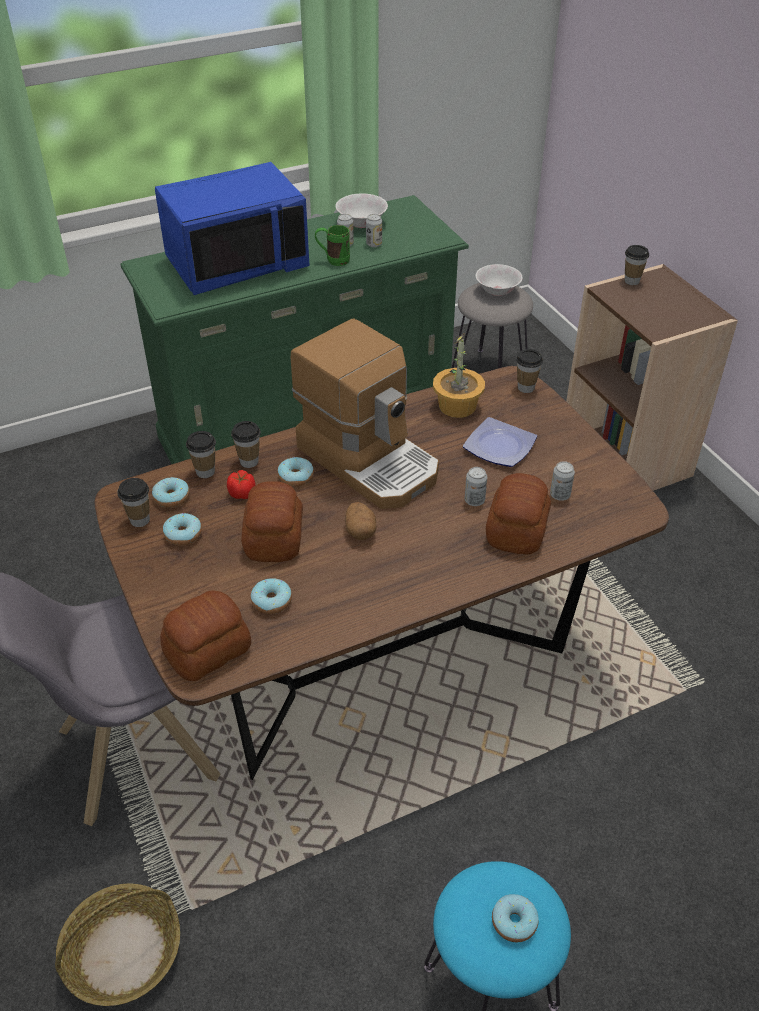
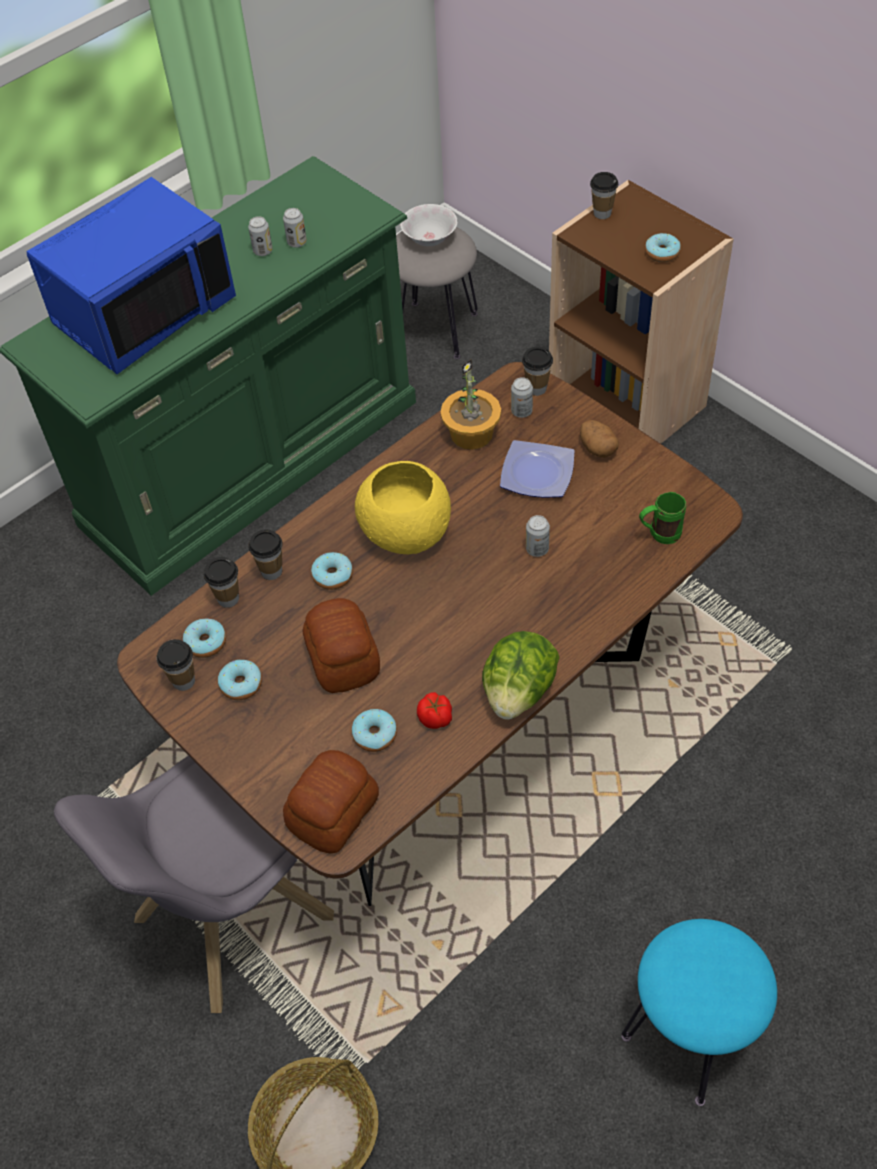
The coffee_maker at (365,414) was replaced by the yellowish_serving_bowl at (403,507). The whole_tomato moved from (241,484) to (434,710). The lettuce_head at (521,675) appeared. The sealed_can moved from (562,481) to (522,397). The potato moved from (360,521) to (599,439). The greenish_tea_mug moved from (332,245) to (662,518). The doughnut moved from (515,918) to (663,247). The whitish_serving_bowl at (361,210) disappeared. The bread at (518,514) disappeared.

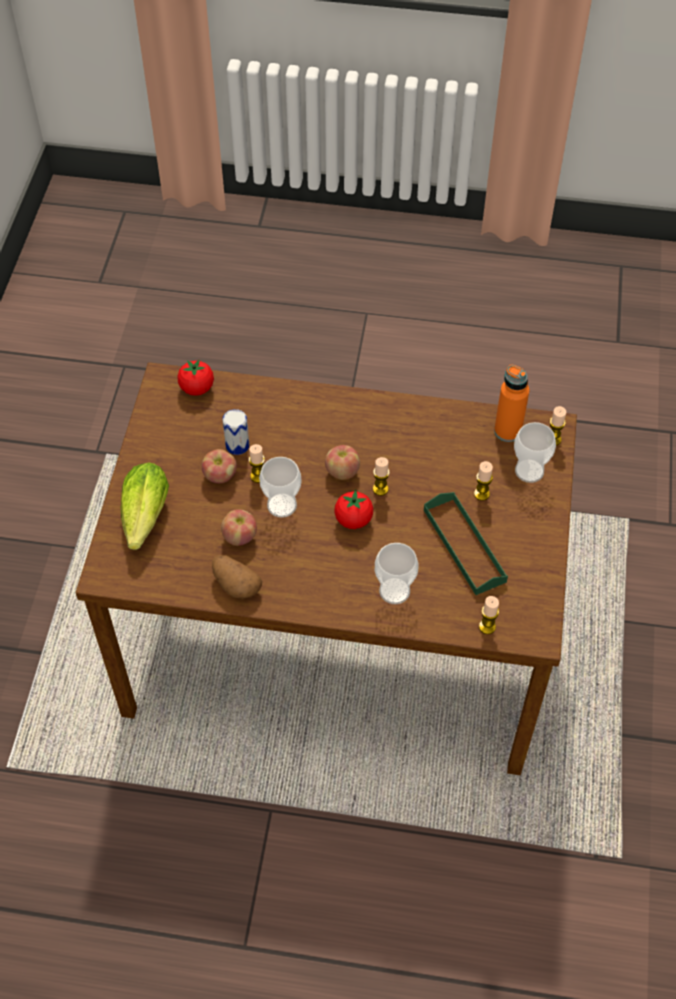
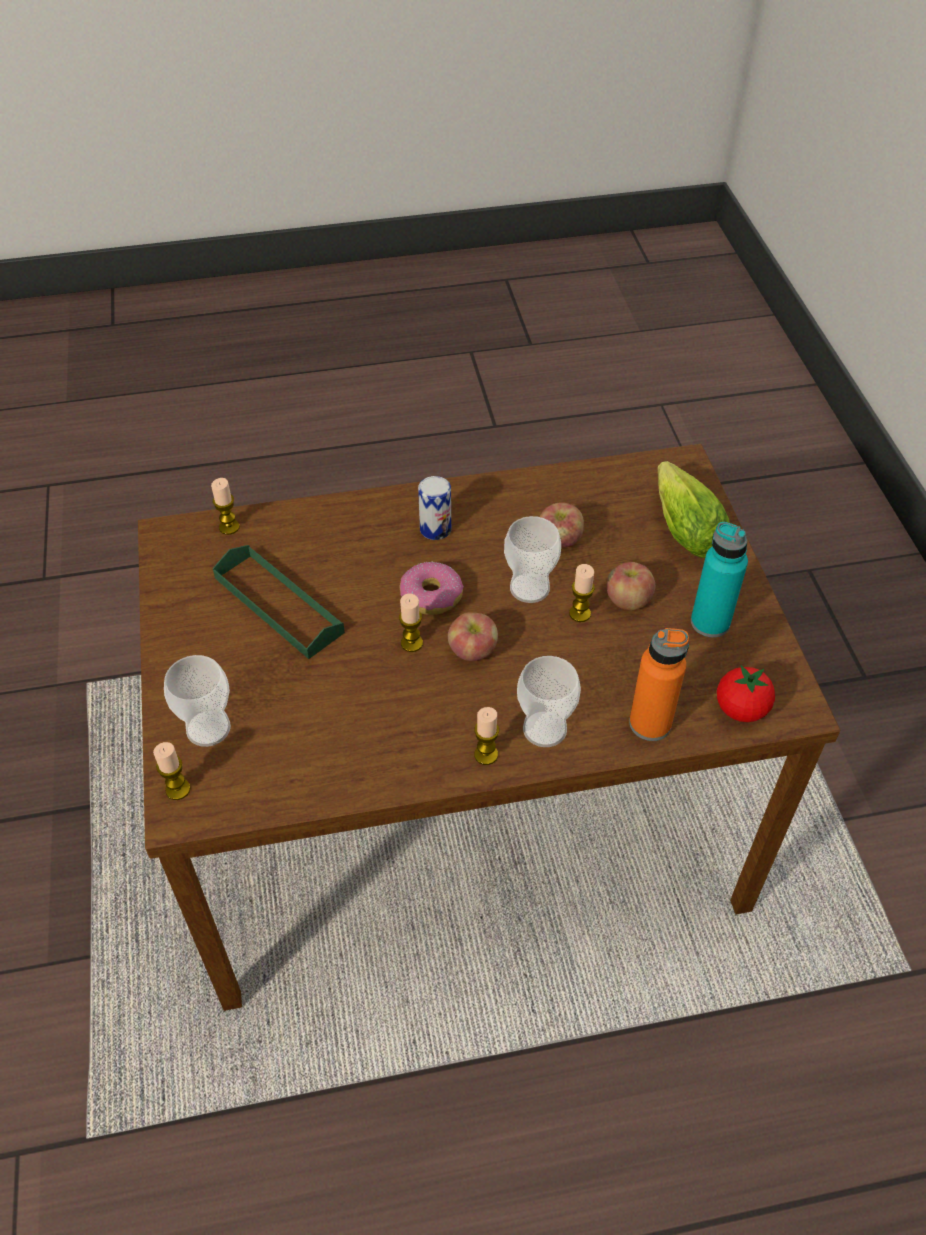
The whole_tomato at (353,509) was replaced by the doughnut at (432,588). The sealed_can moved from (236,432) to (434,508). The candle moved from (483,481) to (486,736). The cup moved from (397,573) to (549,701). The orangey_drink_bottle moved from (511,403) to (659,684). The turquoise_drink_bottle at (719,579) appeared. The potato at (237,577) disappeared.

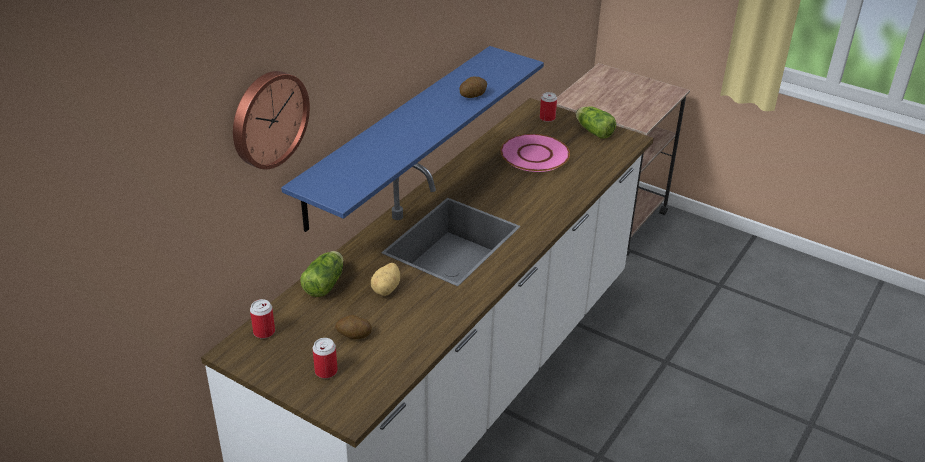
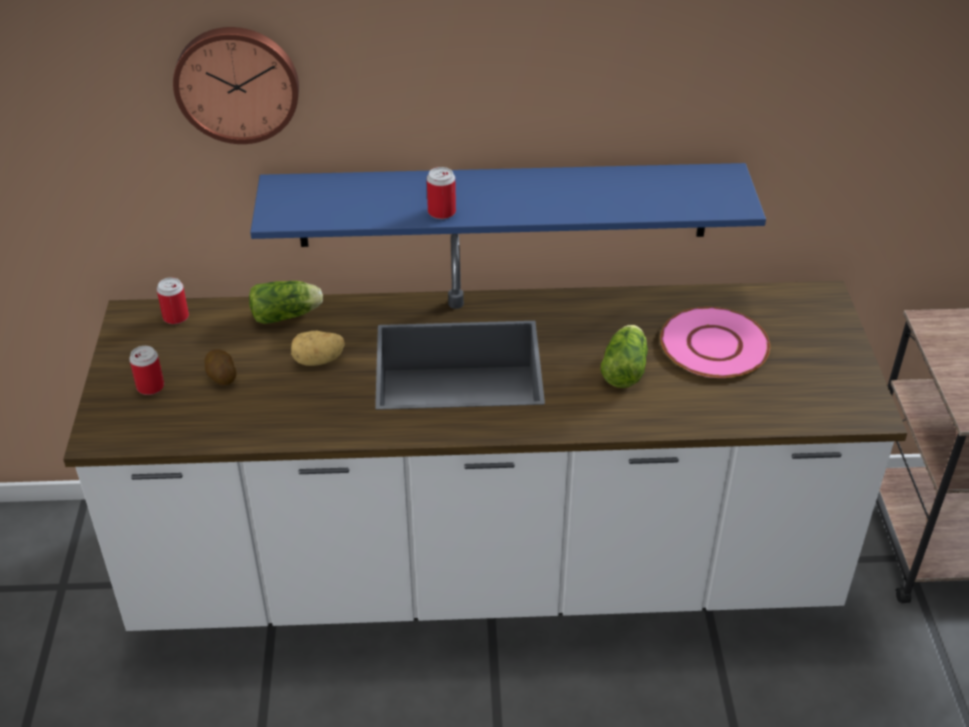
The sealed_can moved from (548,107) to (441,193). The lettuce_head moved from (596,122) to (624,356). The potato at (473,87) disappeared.

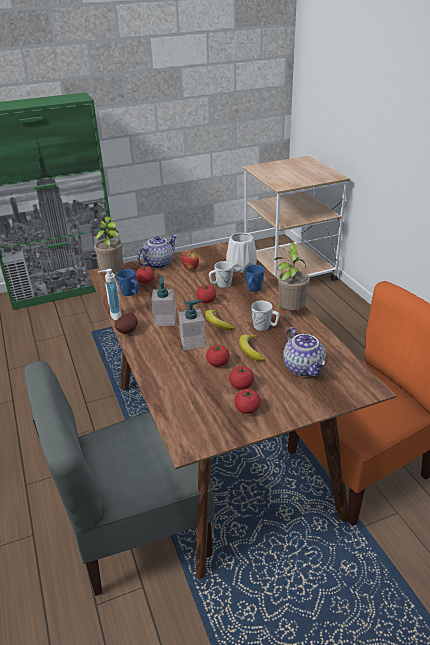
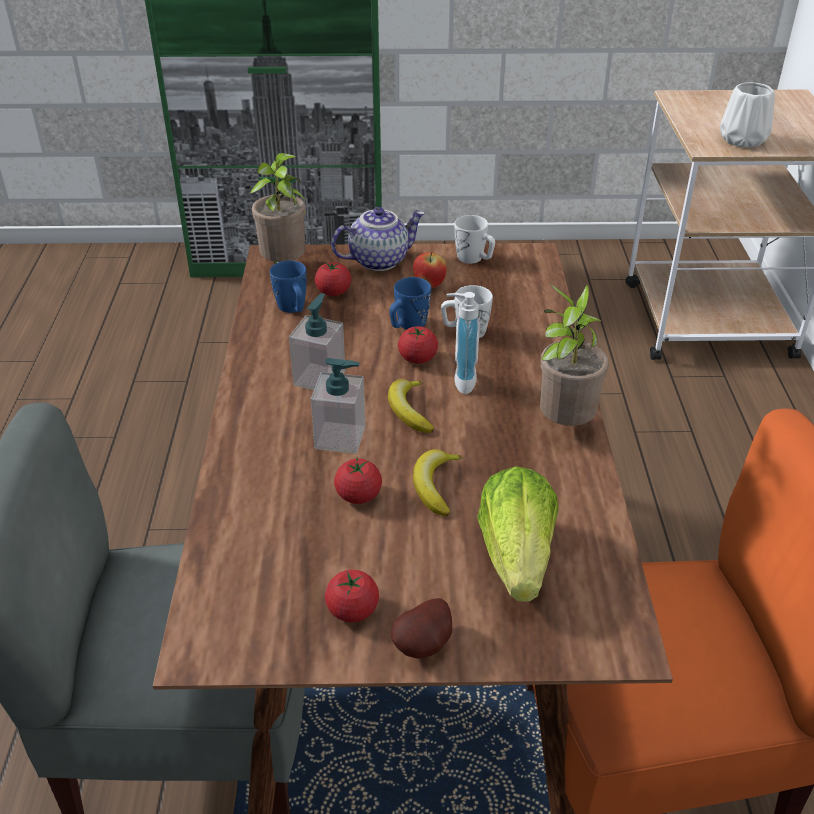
The blue-coloured_tea_mug moved from (254,278) to (410,303). The potato moved from (126,323) to (421,628). The soap_bottle moved from (109,294) to (463,343). The whitish_tea_mug moved from (265,316) to (474,239). The pot_for_tea at (304,352) was replaced by the lettuce_head at (518,534). The whitish_decorative_vase moved from (241,253) to (747,115). The whole_tomato at (241,378) disappeared.

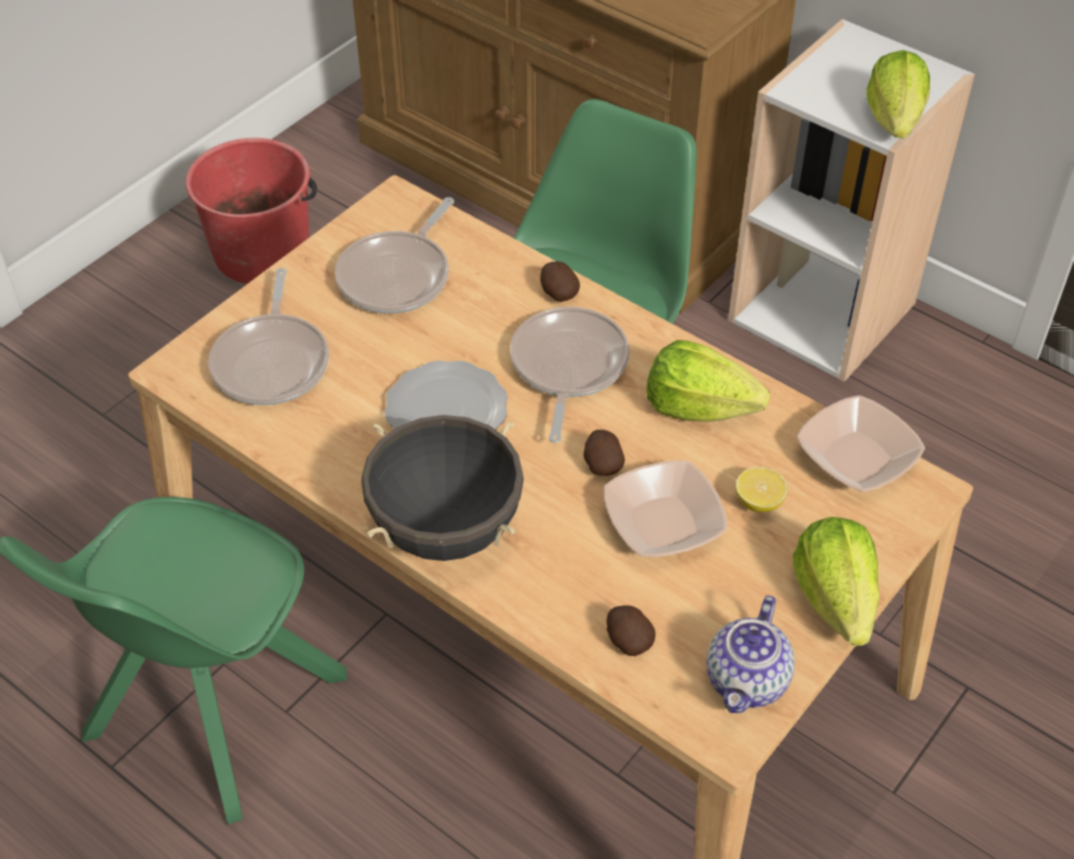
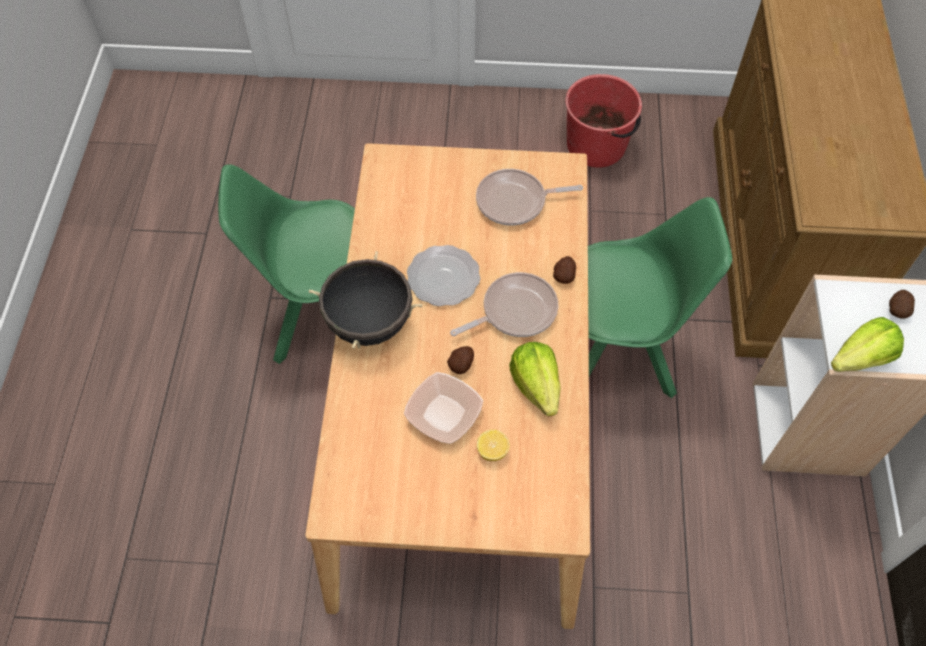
The potato moved from (631,630) to (902,304). The skillet at (268,336) disappeared. The pot_for_tea at (750,654) disappeared. The lettuce_head at (836,581) disappeared. The serving_bowl at (861,443) disappeared.

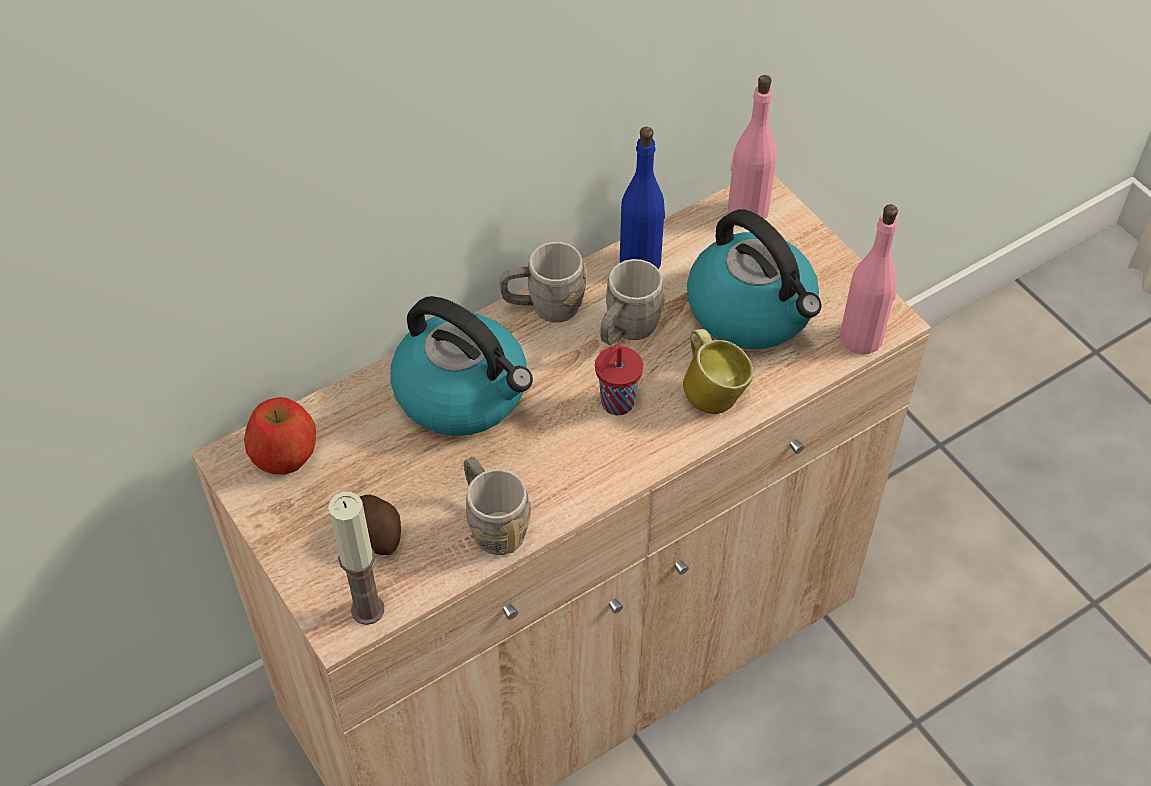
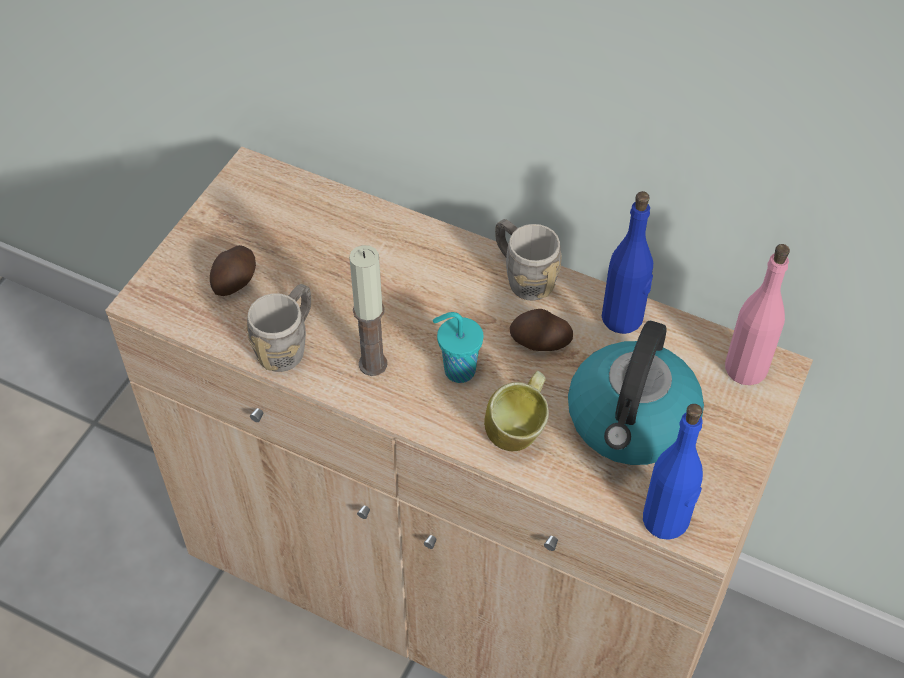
The candle moved from (356,558) to (368,310). The red-coloured_cup at (619,379) became the turquoise_cup at (458,347). The gray_tea_mug at (632,302) was replaced by the potato at (541,330). The pinkish_drink_bottle at (869,279) became the blue-coloured_drink_bottle at (673,472). The whole_apple at (280,435) disappeared. The kettle at (461,366) disappeared.

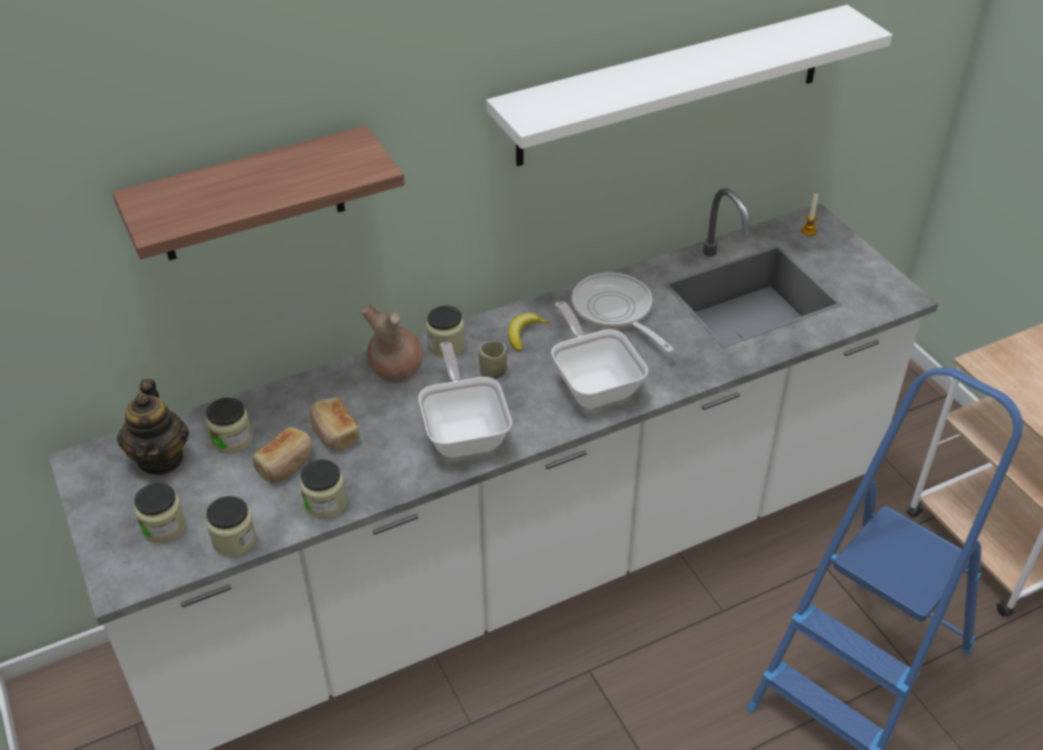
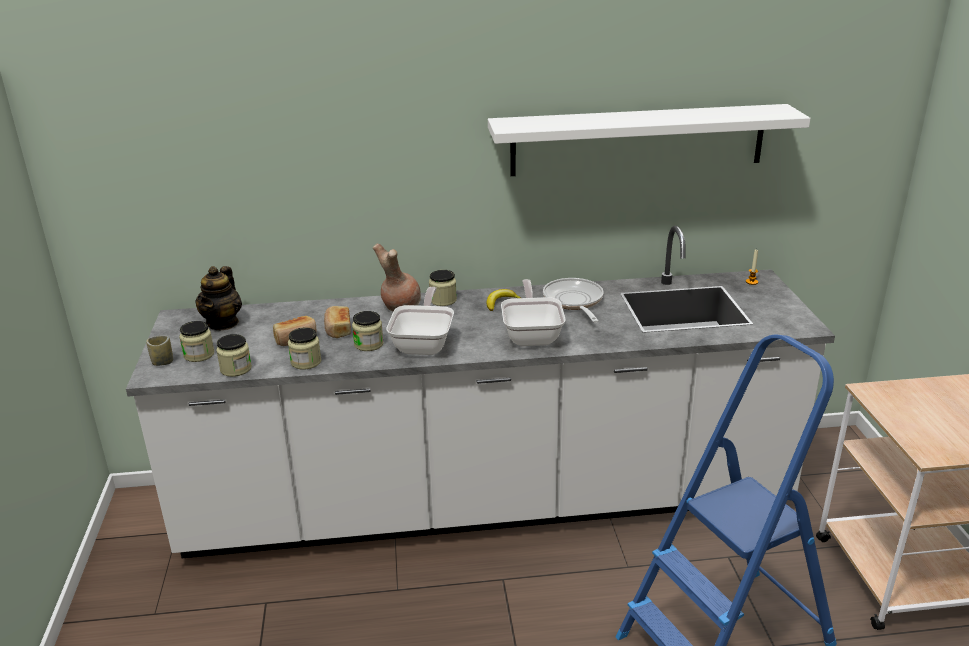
The cup moved from (493,360) to (159,351). The storage_jar moved from (229,426) to (367,331). The wall_shelf at (258,193) disappeared.

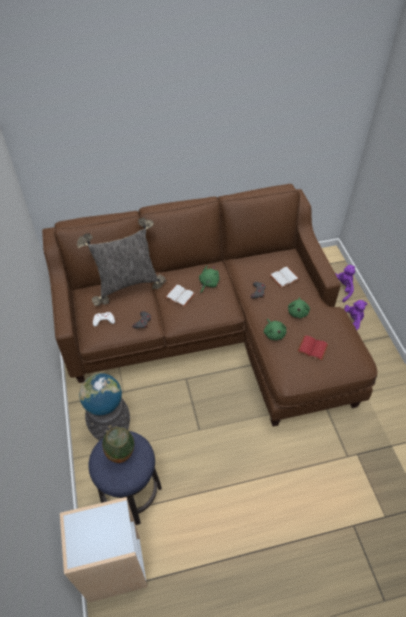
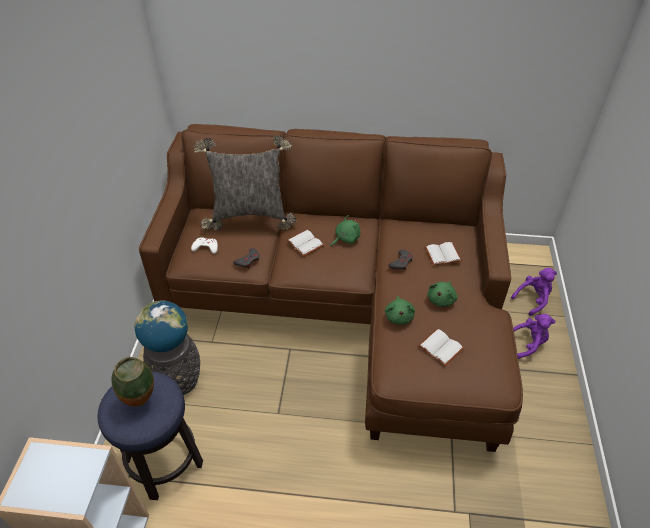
The red-coloured_volume at (312,348) became the whitish_volume at (441,347).

